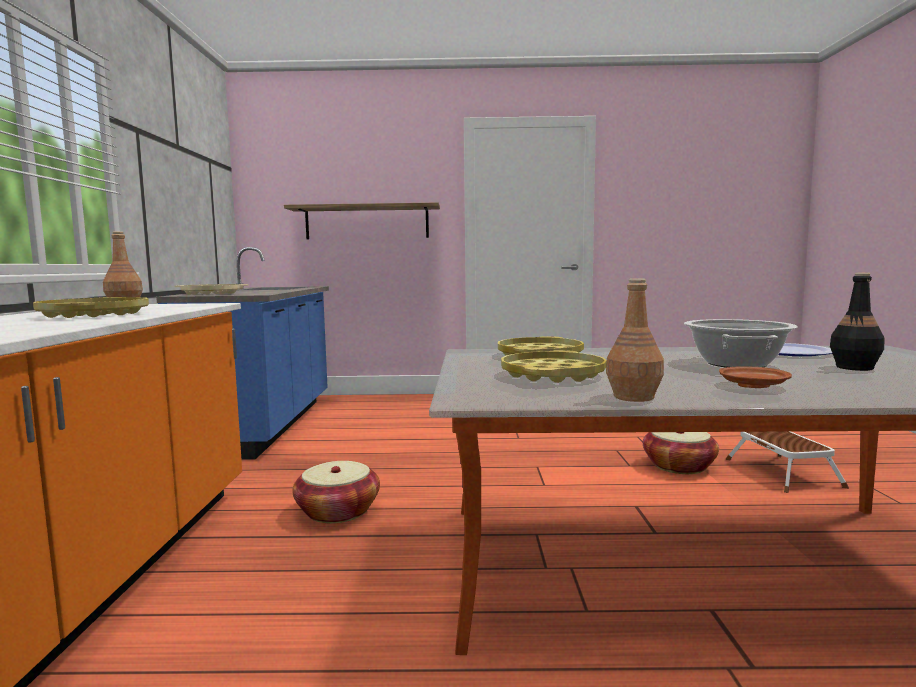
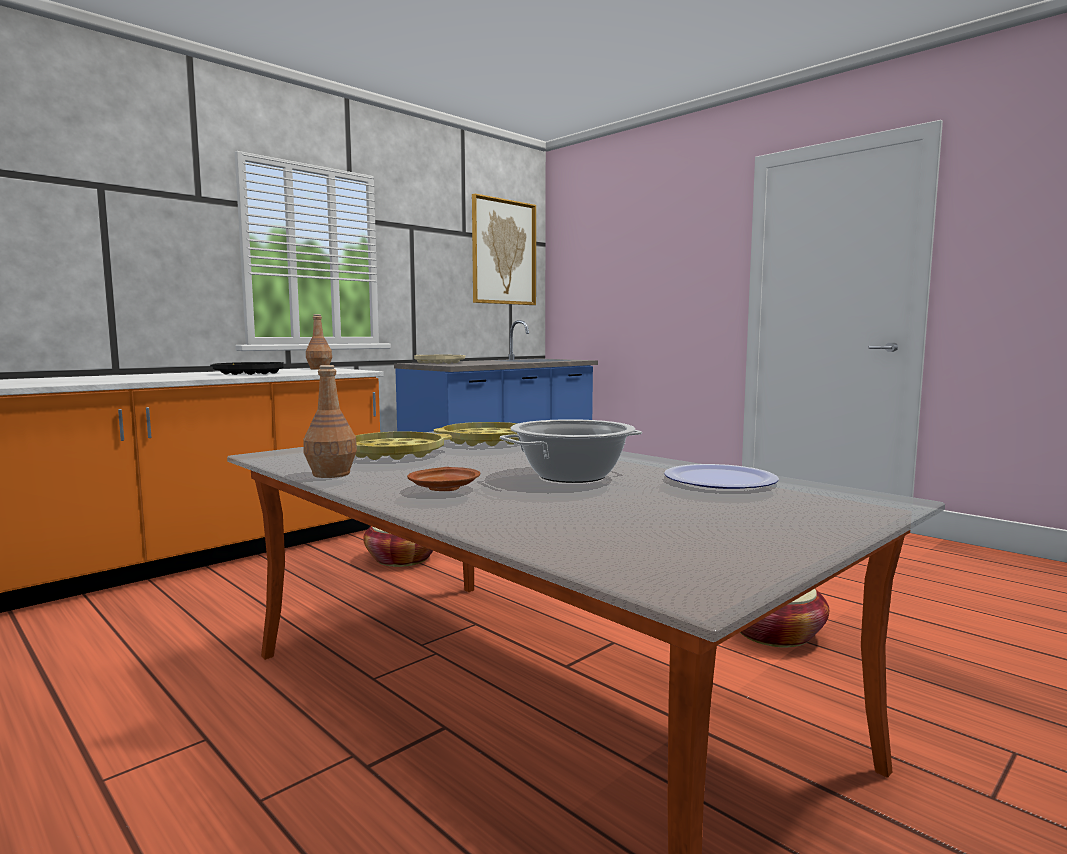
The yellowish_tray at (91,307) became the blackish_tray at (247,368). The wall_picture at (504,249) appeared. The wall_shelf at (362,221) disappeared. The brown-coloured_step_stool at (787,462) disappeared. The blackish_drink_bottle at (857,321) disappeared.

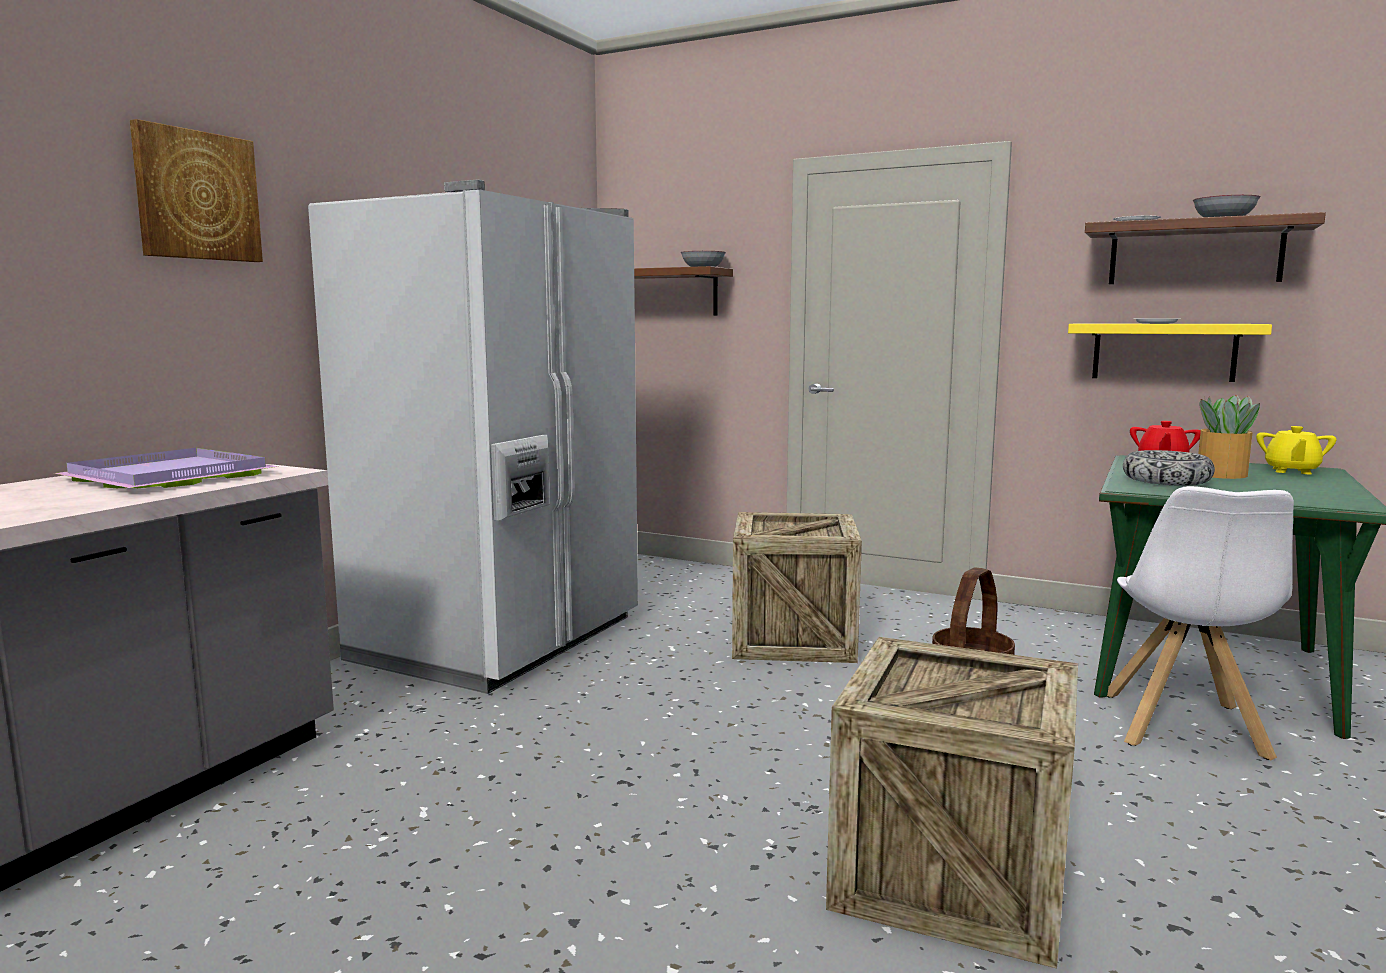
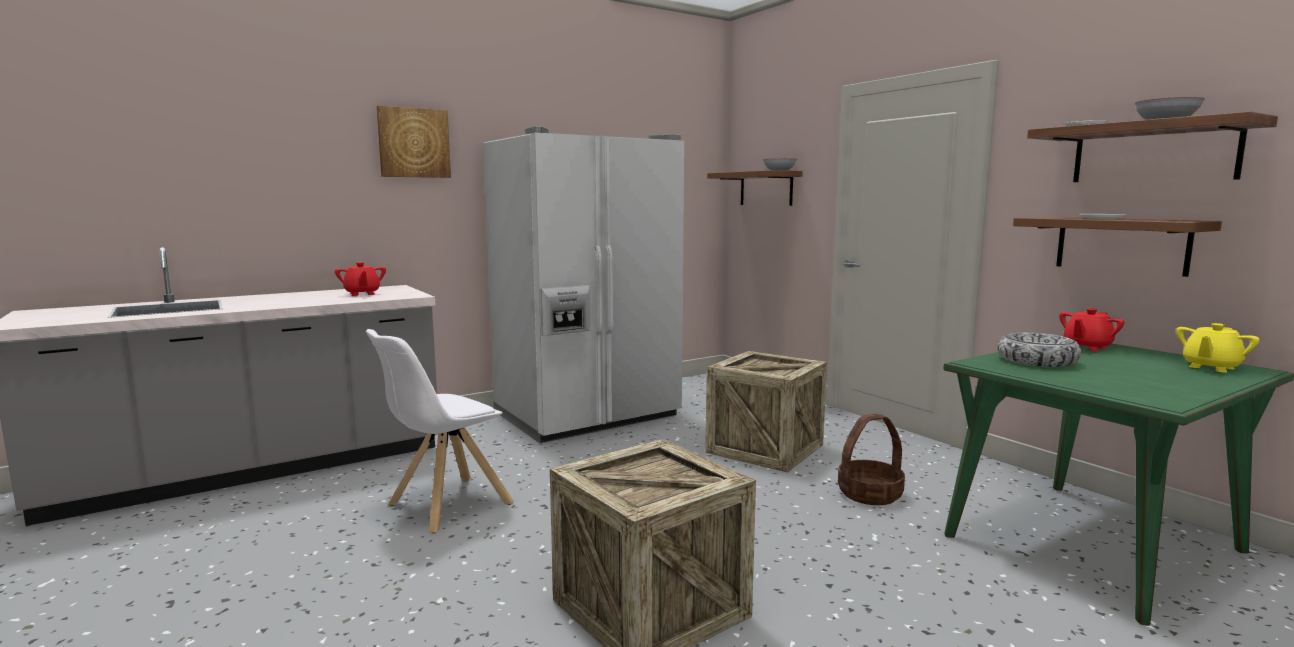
The purple-coloured_tray at (166,468) was replaced by the red-coloured_pot_for_tea at (360,279). The whitish_plain_chair moved from (1200,623) to (440,431). The yellowish_wall_shelf at (1170,352) became the brown-coloured_wall_shelf at (1117,247). The houseplant at (1229,437) disappeared.

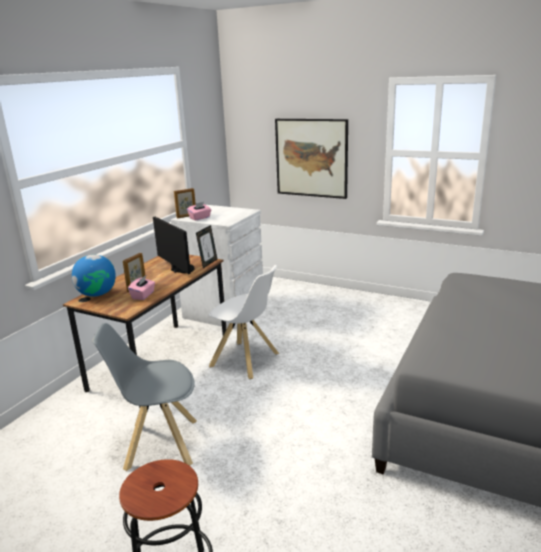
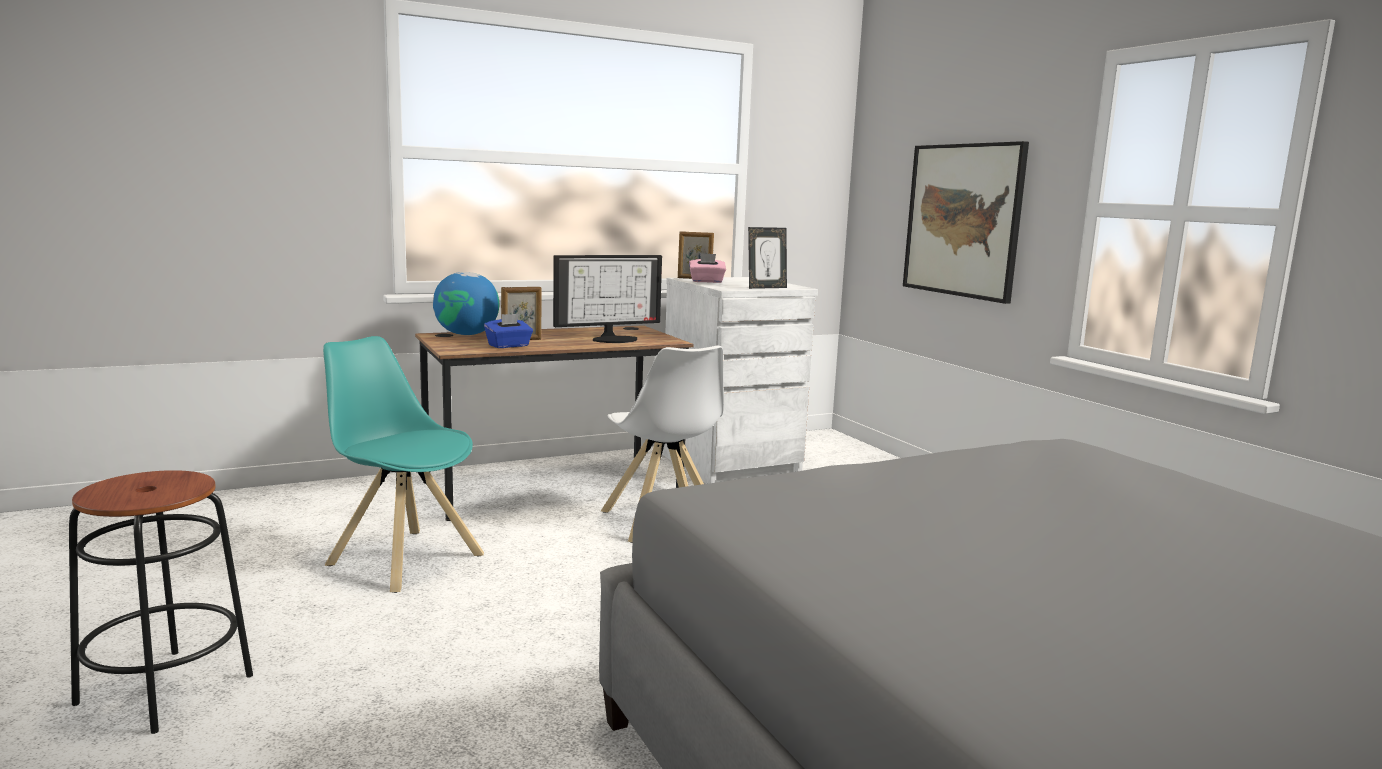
The gray_plain_chair at (144,397) became the turquoise_plain_chair at (403,464). The pinkish_box_of_tissues at (141,288) became the blue-coloured_box_of_tissues at (508,331). The computer_display at (174,245) turned 60 degrees clockwise. The photo_frame moved from (206,246) to (767,258).

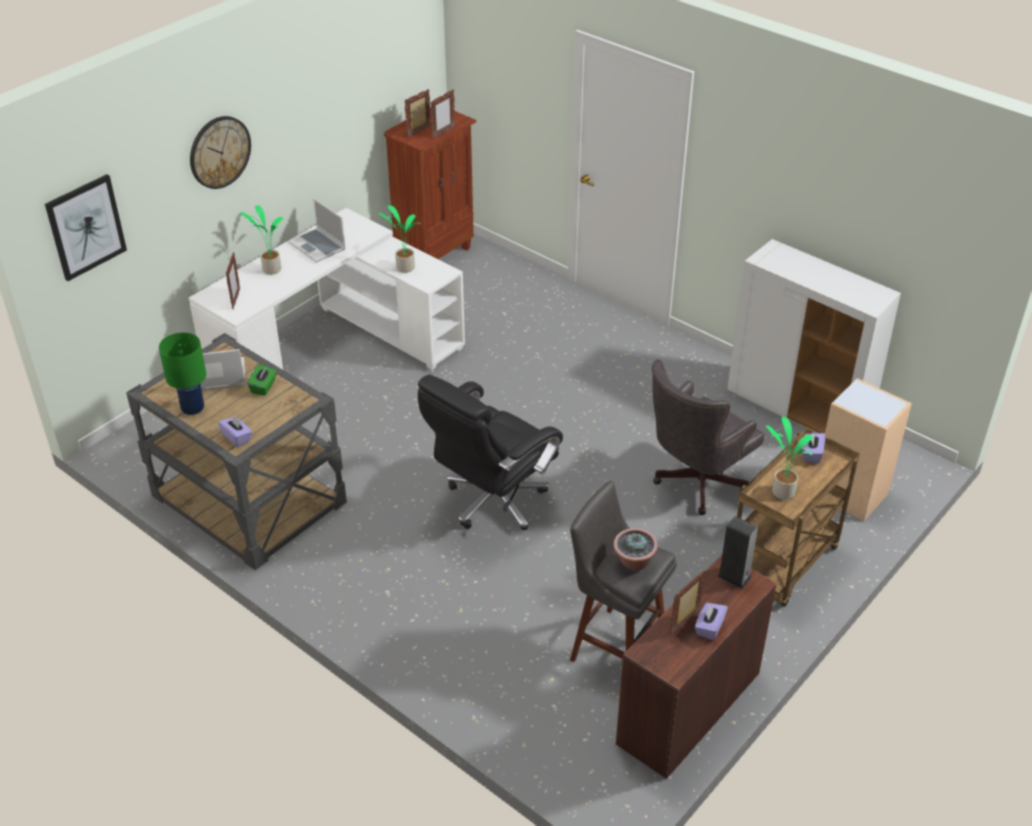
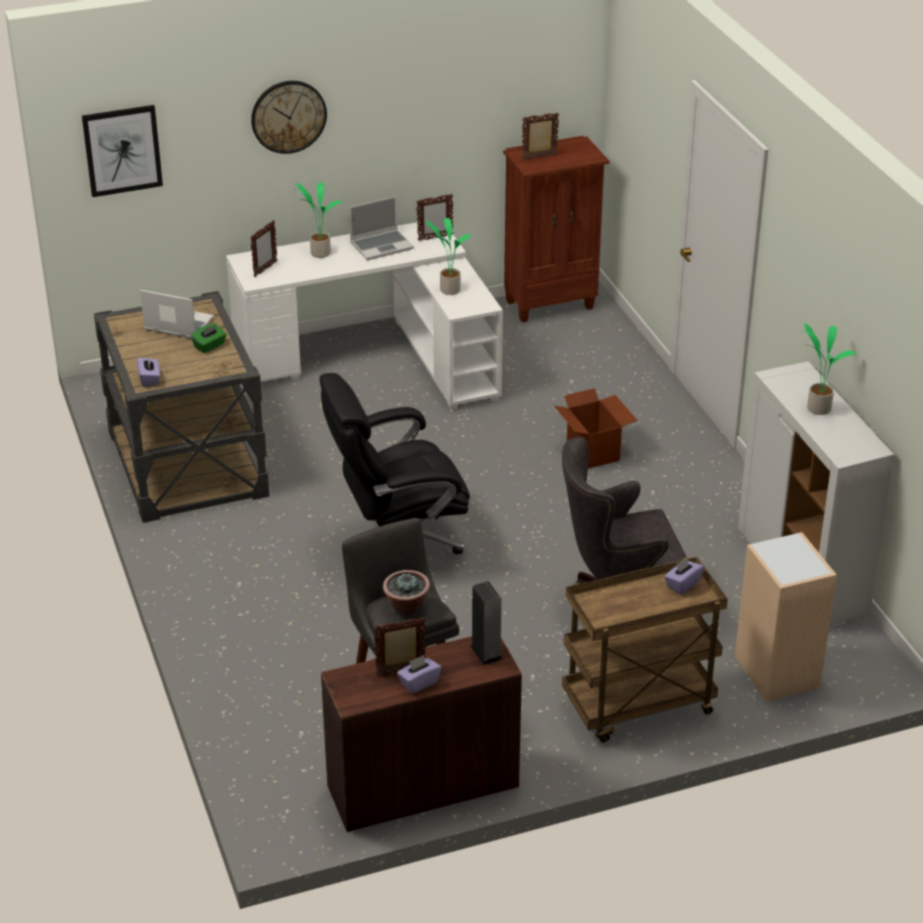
The portable_computer at (317,230) turned 105 degrees counterclockwise. The photo_frame moved from (442,113) to (434,217). The carton at (596,428) appeared. The houseplant moved from (789,458) to (829,369). The greenish_tabletop_lamp at (182,373) disappeared.

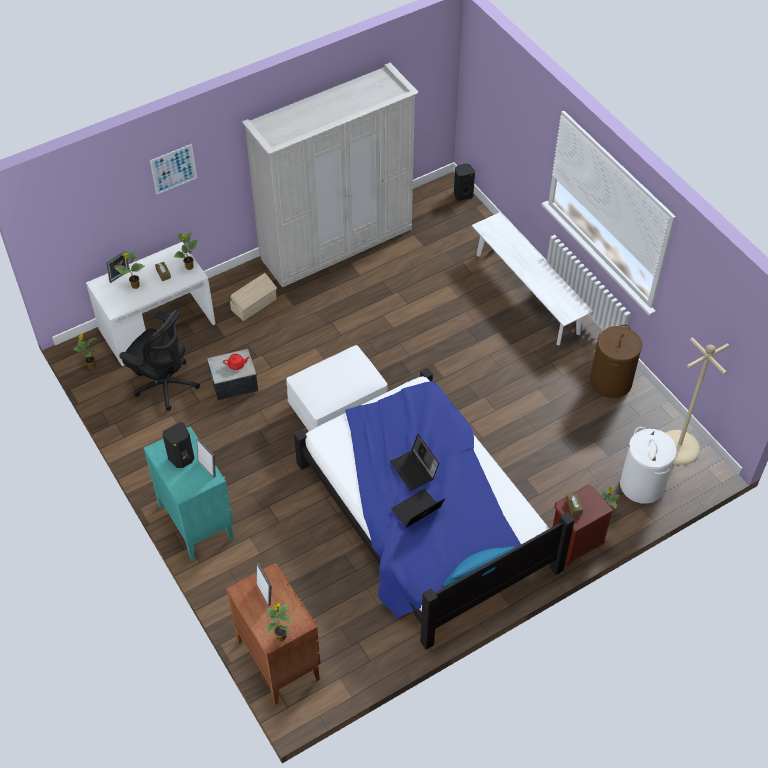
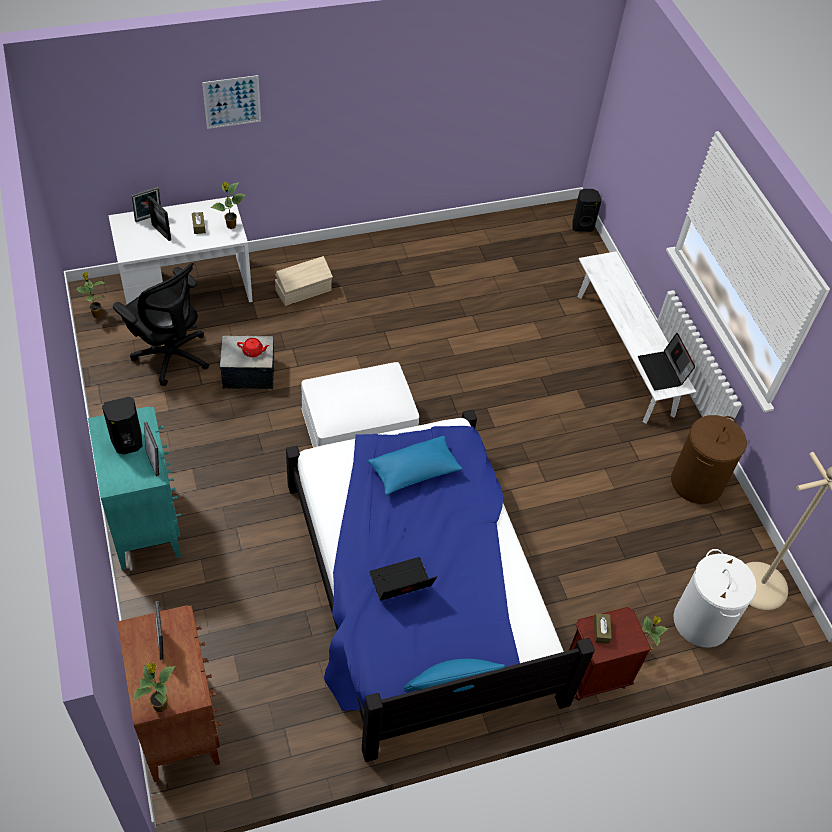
The houseplant at (130,270) was replaced by the photo_frame at (159,218). The blue-coloured_pillow at (415,465) appeared. The portable_computer moved from (414,462) to (666,362). The whitish_wardrobe at (330,175) disappeared.

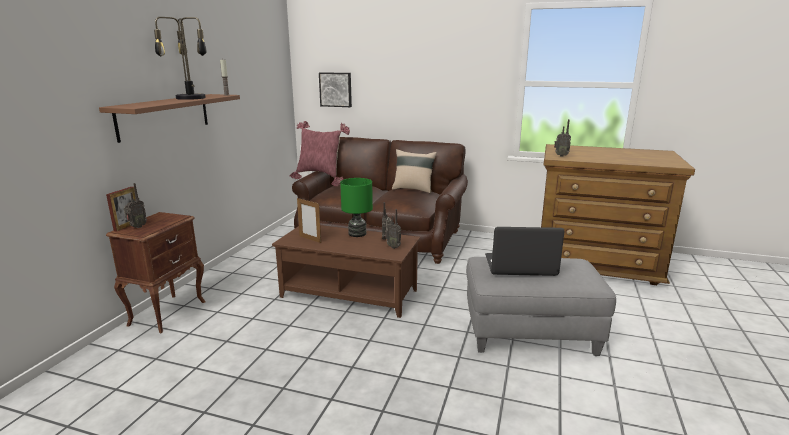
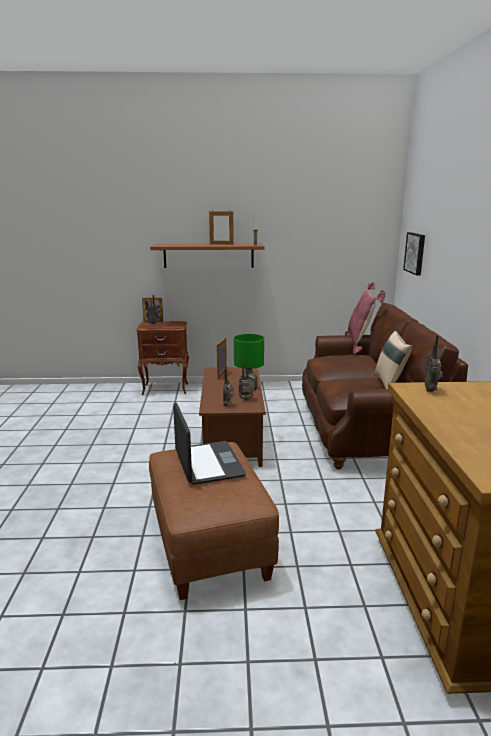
The gray_pouffe at (541,306) became the brown-coloured_pouffe at (214,521). The tabletop_lamp at (180,58) was replaced by the photo_frame at (221,228).

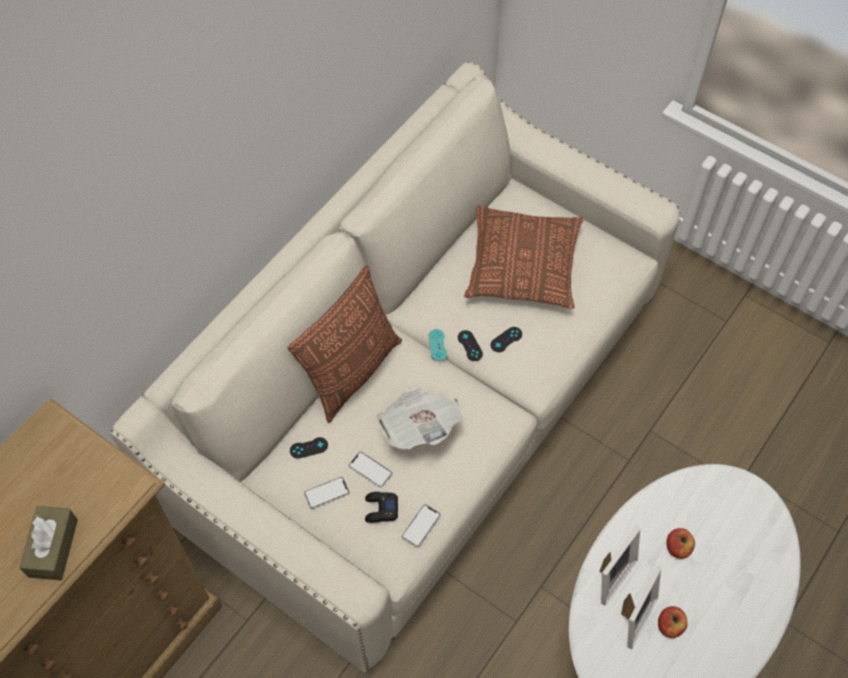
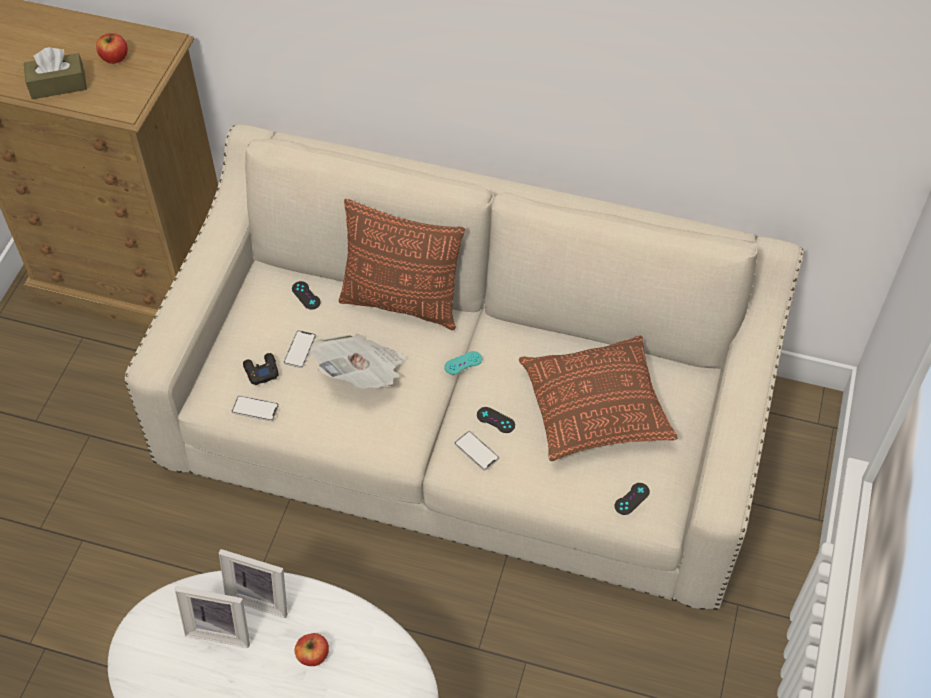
The whole_apple moved from (673,622) to (112,48). The telephone moved from (327,493) to (476,451). The blackish_joypad moved from (470,345) to (632,499).

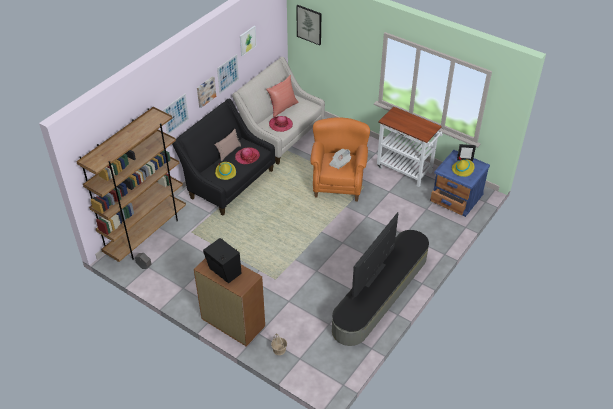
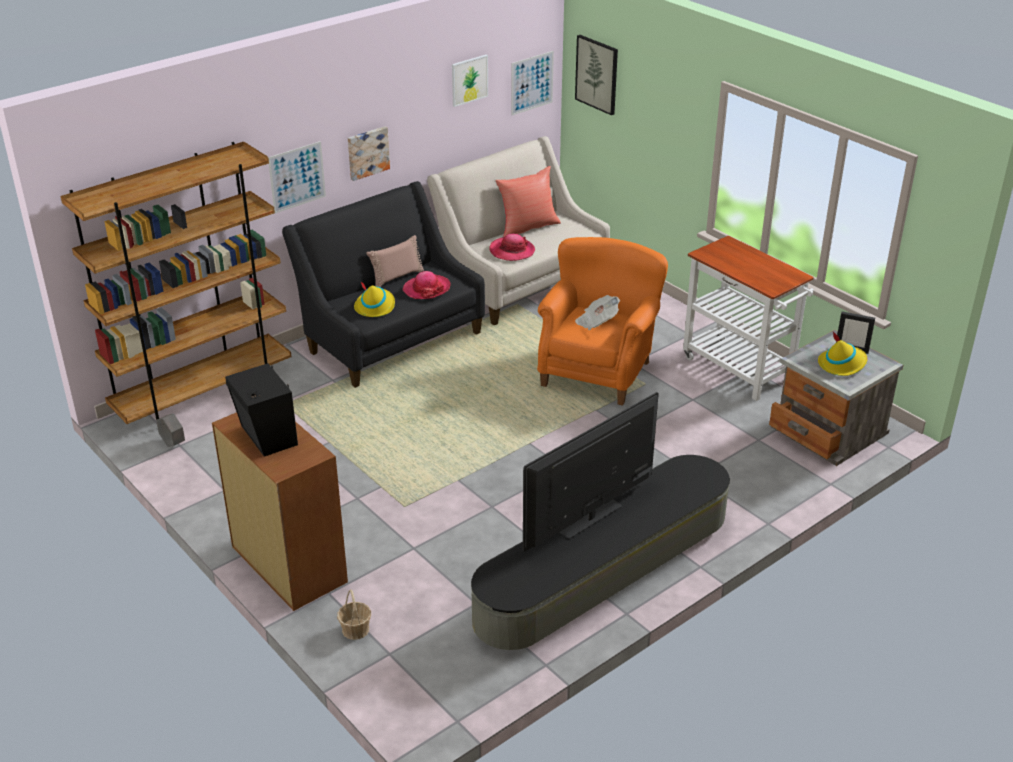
The wall_picture moved from (228,73) to (532,83). The blue-coloured_night_table at (460,183) became the gray_night_table at (836,398).

